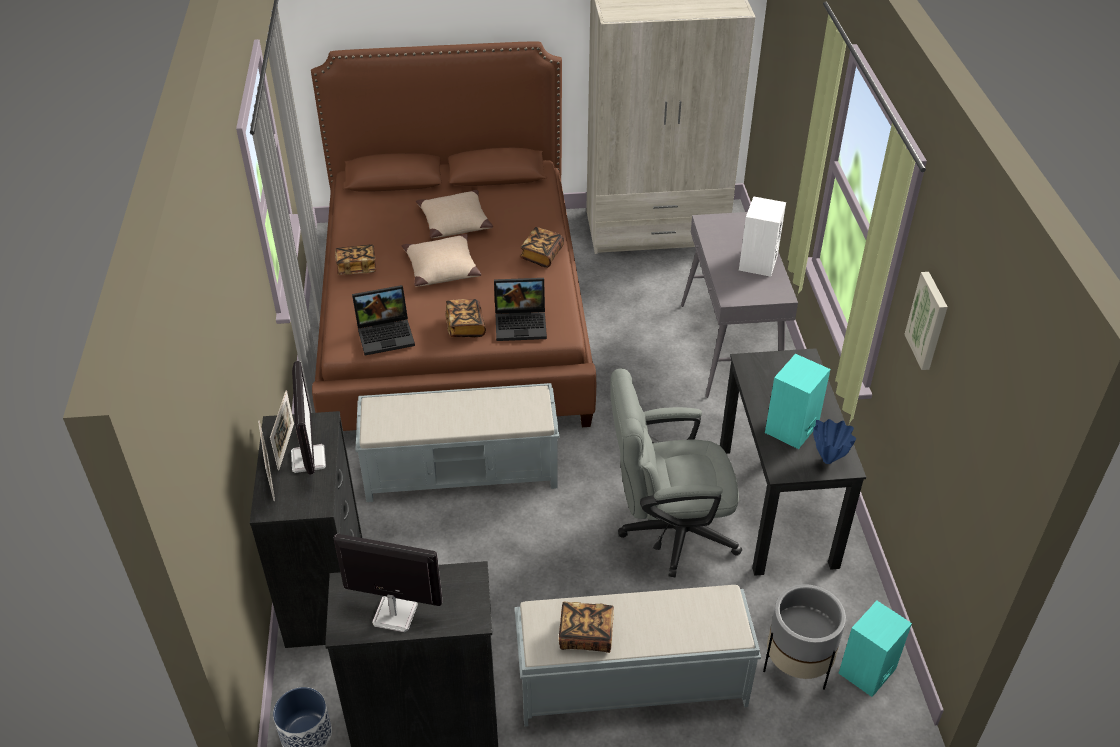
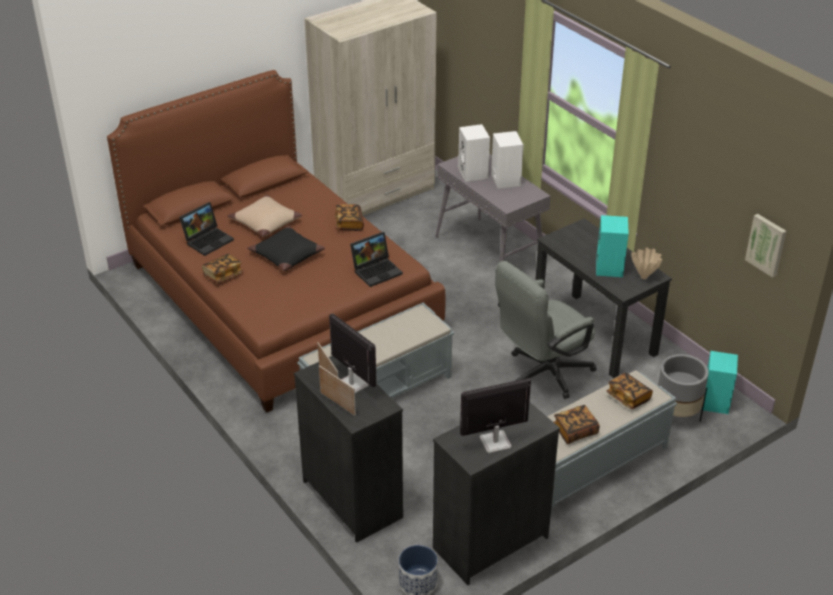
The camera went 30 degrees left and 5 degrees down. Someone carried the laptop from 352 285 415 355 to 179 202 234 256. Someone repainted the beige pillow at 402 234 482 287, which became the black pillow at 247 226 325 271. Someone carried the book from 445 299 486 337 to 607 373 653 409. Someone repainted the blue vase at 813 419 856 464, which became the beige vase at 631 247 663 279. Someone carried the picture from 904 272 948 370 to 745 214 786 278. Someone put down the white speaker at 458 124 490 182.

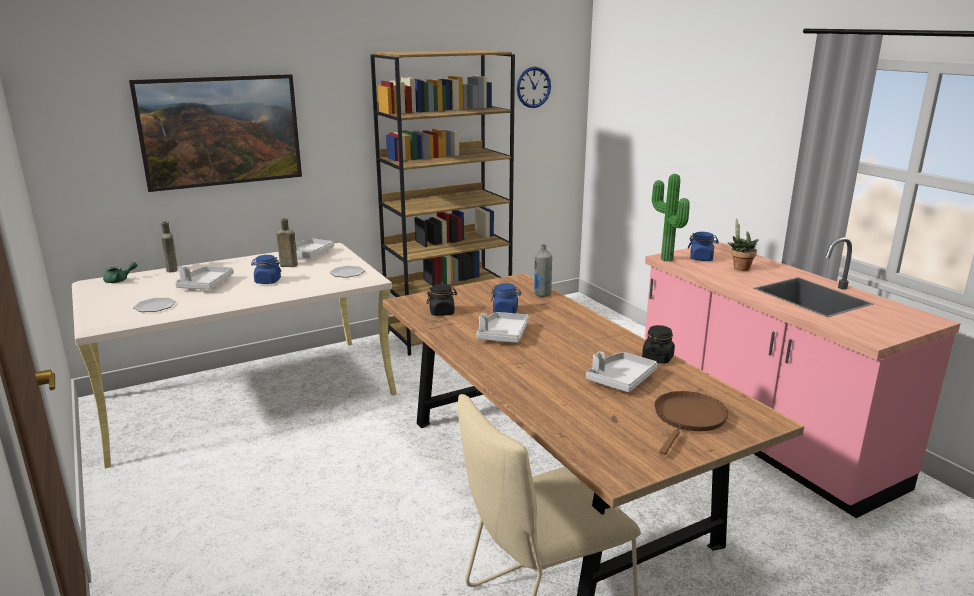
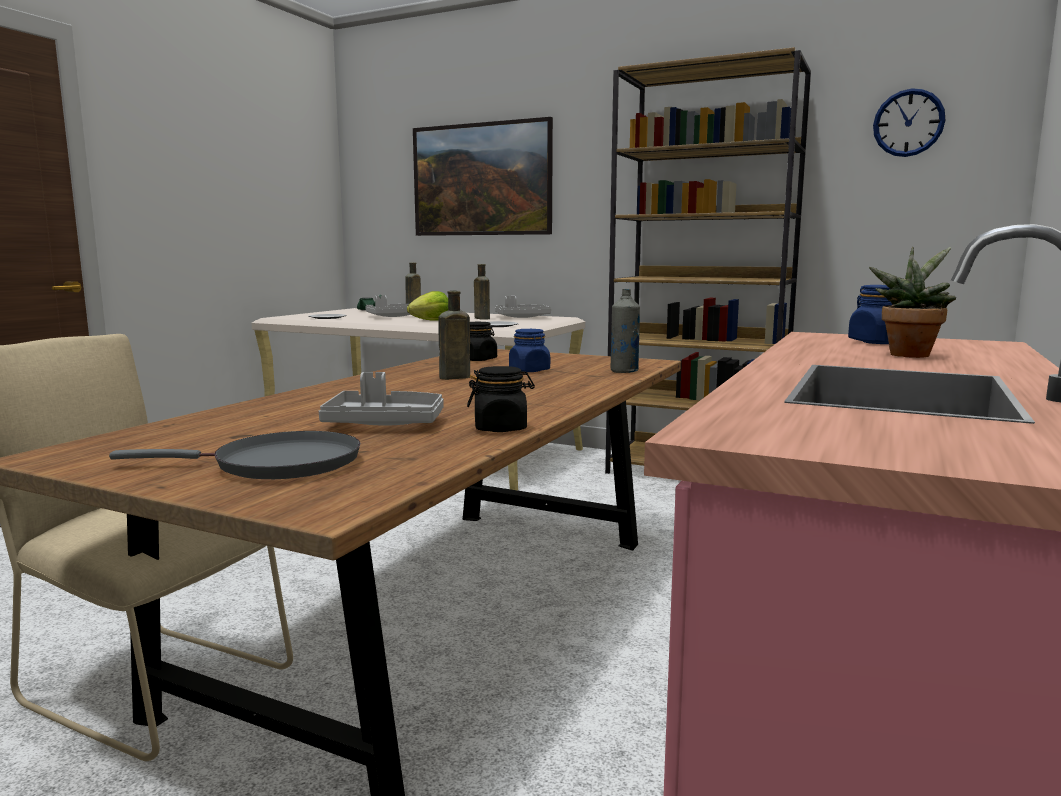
The camera went 55 degrees right and 10 degrees down. Someone swapped the blue jar at 251 255 281 284 for the lettuce at 407 291 448 321. Someone swapped the grey tray at 476 312 529 343 for the brown bottle at 438 291 470 380. Someone took away the potted plant at 652 174 690 261. Someone repainted the brown frying pan at 655 391 728 455, which became the grey frying pan at 109 431 360 479.

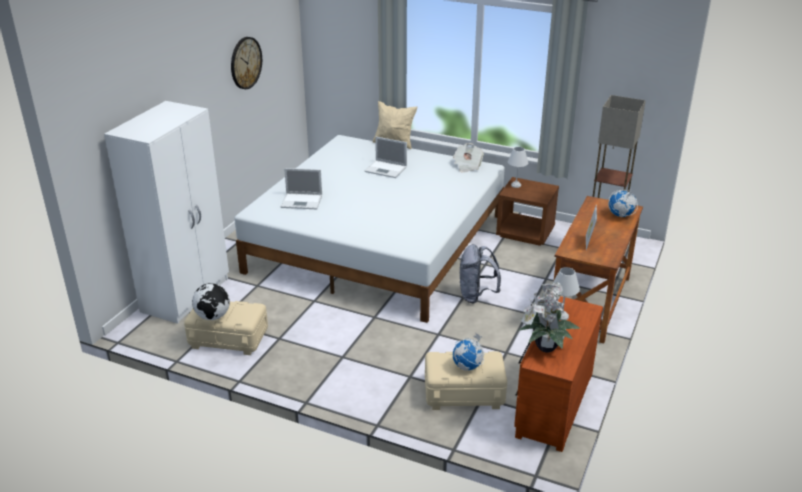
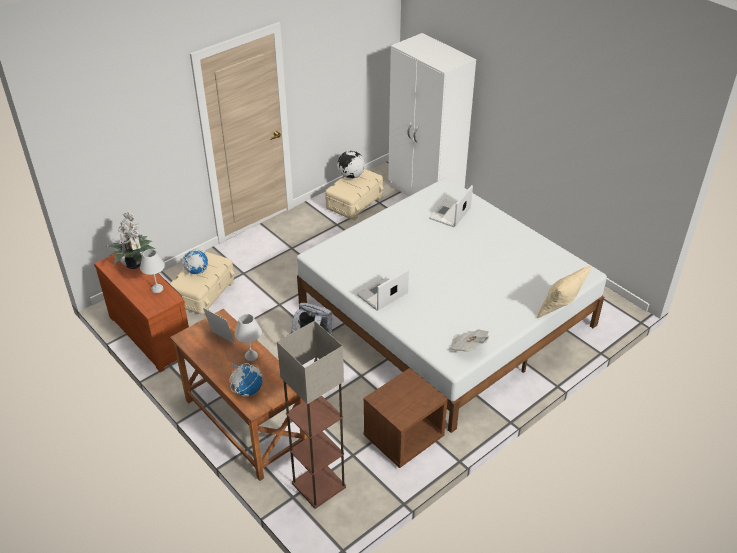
The camera went 115 degrees right and 10 degrees up. Someone took away the wall clock at 231 37 262 89. Someone carried the laptop from 365 137 407 178 to 357 269 409 311. Someone carried the white table lamp from 508 147 528 188 to 235 314 262 361.

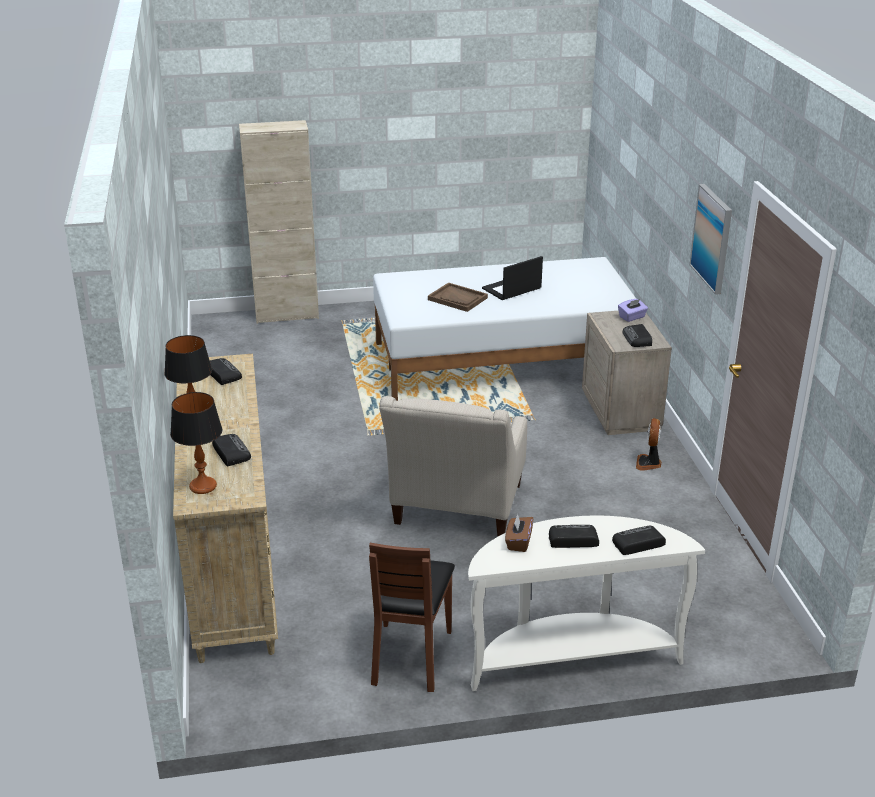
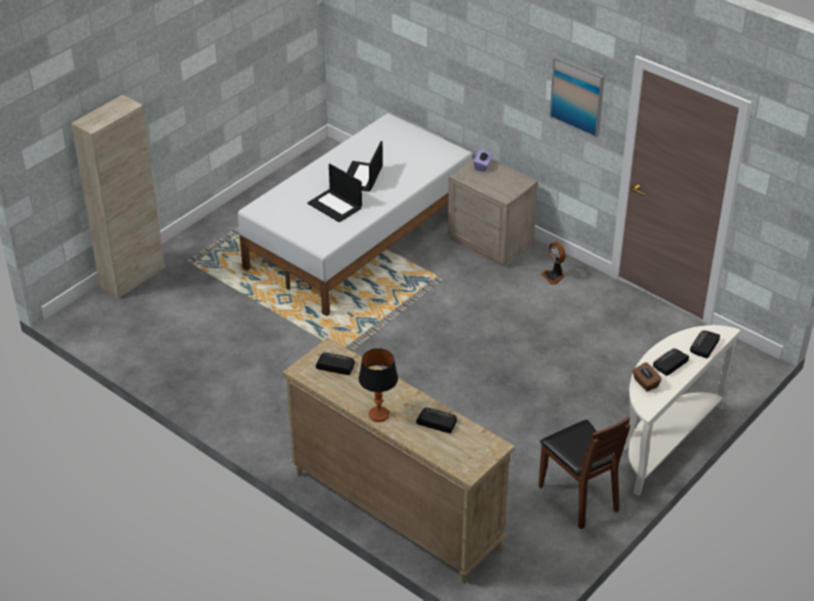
The camera went 40 degrees left and 10 degrees up. Someone took away the table lamp at 170 392 222 494. Someone took away the beige armchair at 379 396 527 537. Someone swapped the brown tray at 428 282 488 312 for the laptop at 308 164 362 222. Someone took away the radio at 622 324 652 347.

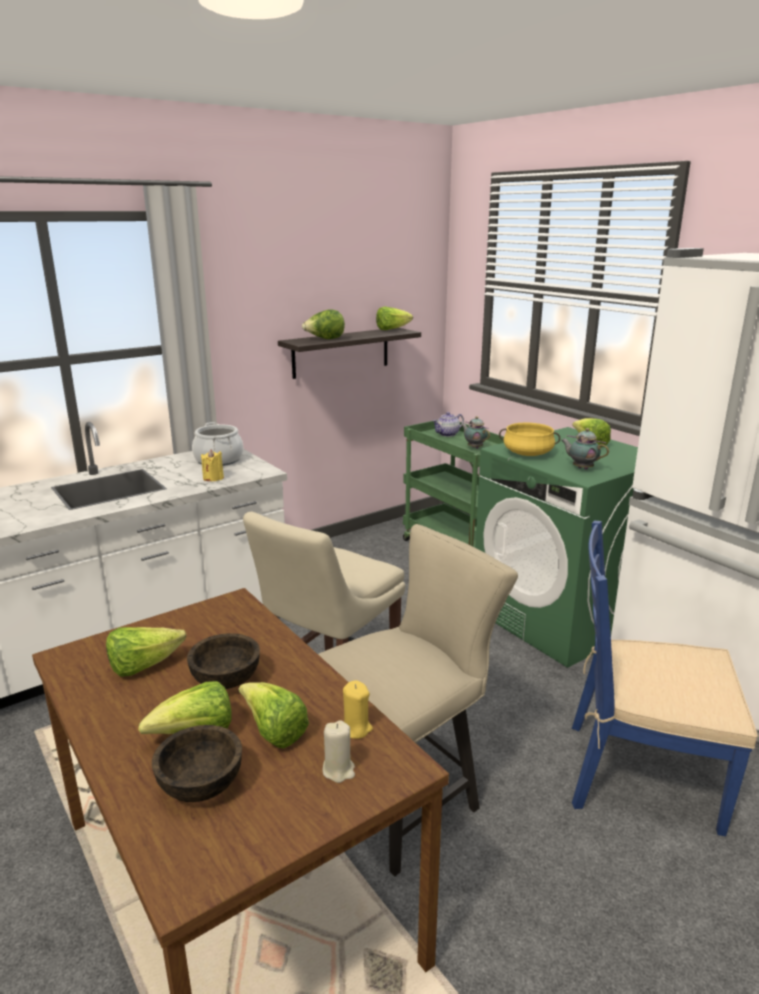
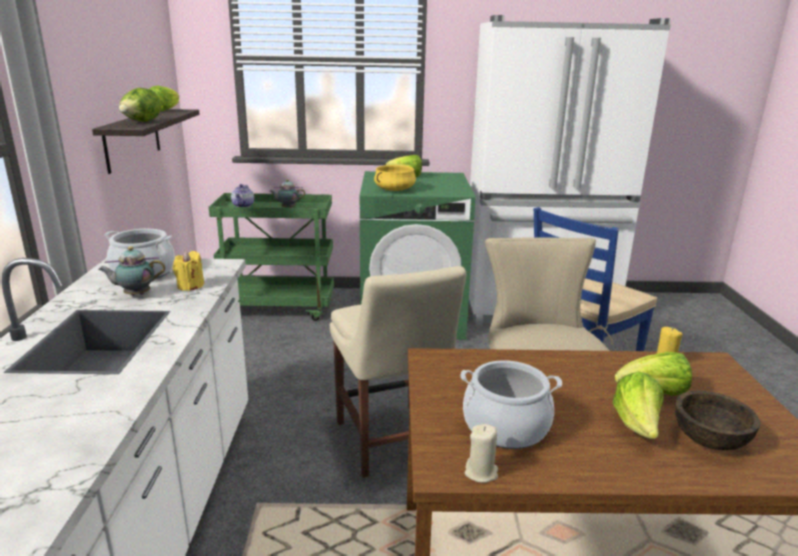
The camera went 55 degrees left and 0 degrees up. Someone swapped the lettuce at 106 627 186 677 for the cooking pot at 461 360 562 449. Someone took away the brown bowl at 187 633 260 689. Someone carried the beige candle from 323 720 355 783 to 465 424 498 483. Someone carried the teapot from 561 428 609 470 to 98 246 165 296.

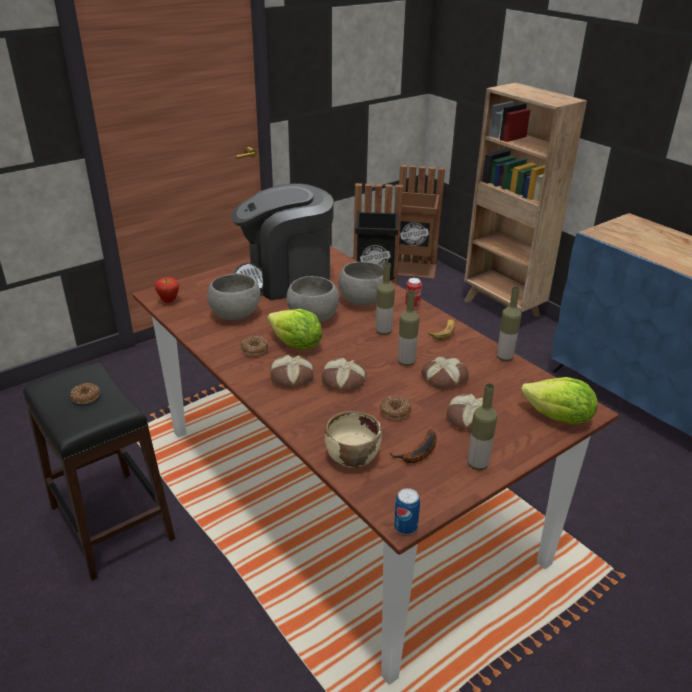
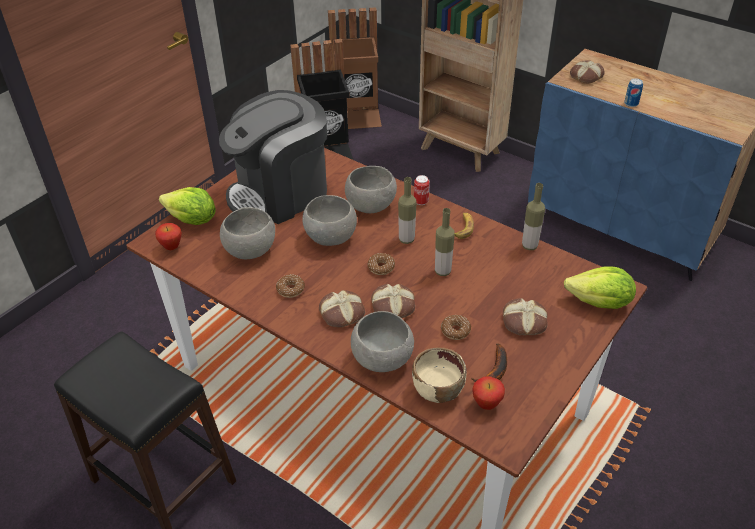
The camera went 15 degrees left and 10 degrees up. Someone carried the donut from 70 383 100 404 to 368 253 395 275. Someone carried the lettuce from 268 309 322 350 to 159 187 216 225. Someone carried the can from 394 488 420 535 to 624 78 643 107. Someone carried the bread from 421 356 469 389 to 570 61 605 84. Someone took away the bottle at 468 383 497 470. Someone put down the grey bowl at 351 311 414 372. Someone put down the apple at 472 377 505 410.

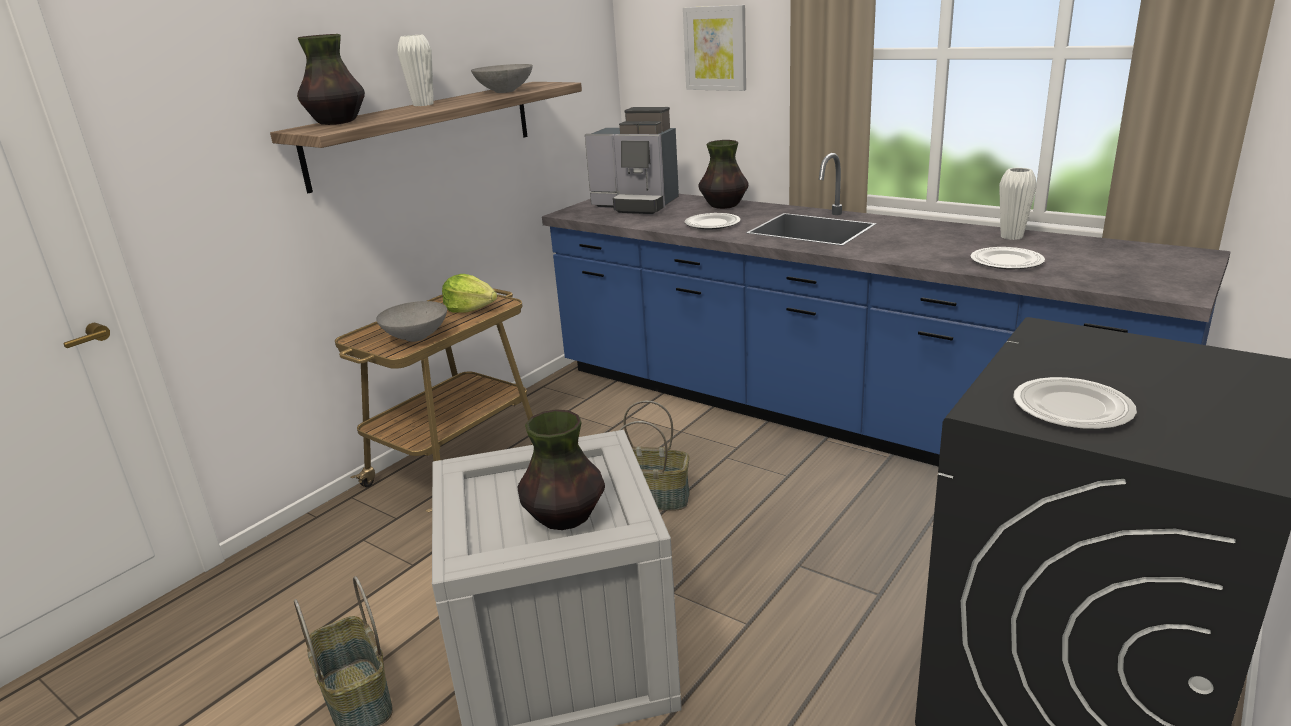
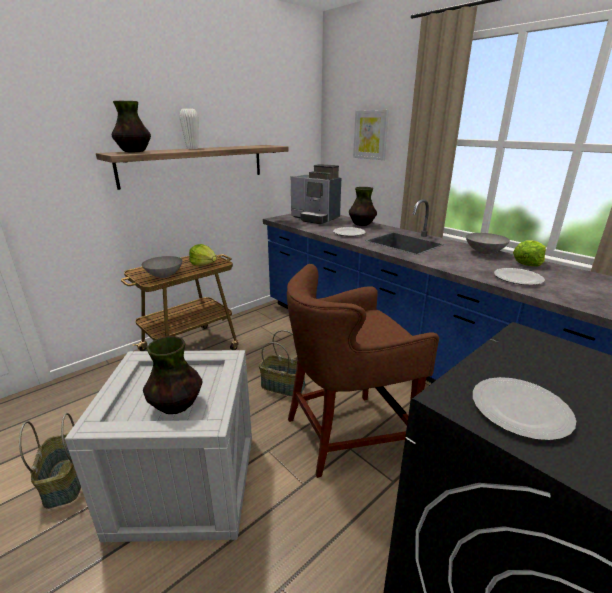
The camera went 10 degrees right and 0 degrees up. Someone carried the grey bowl from 471 64 533 93 to 466 233 510 255. Someone swapped the white vase at 999 168 1037 240 for the lettuce at 513 240 546 267. Someone put down the brown stool at 287 264 439 478.

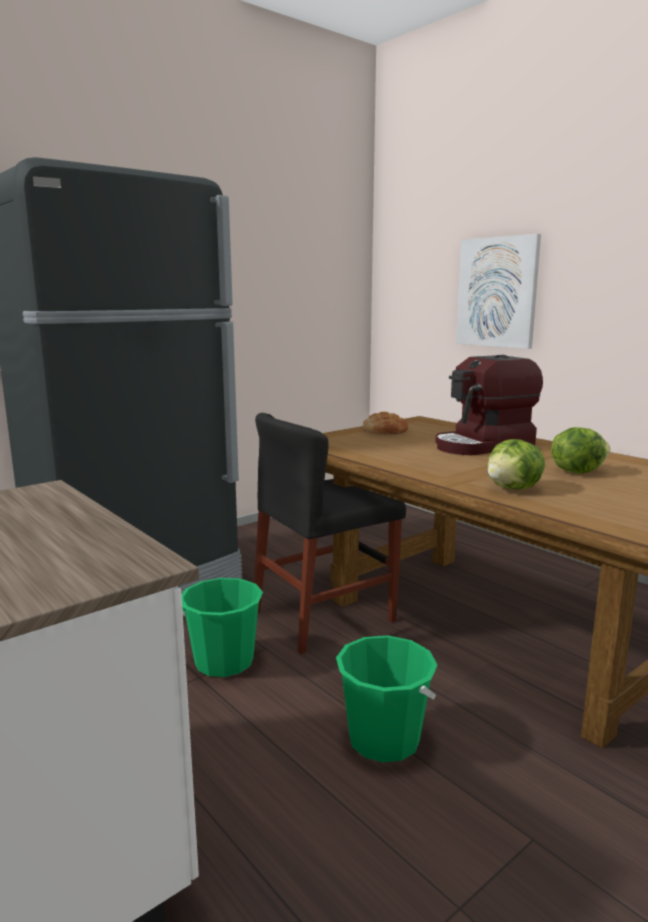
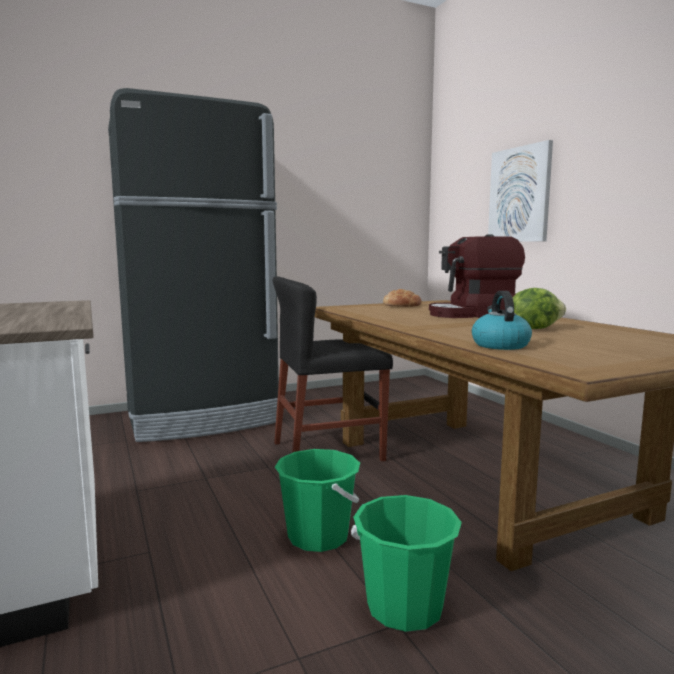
The camera went 15 degrees right and 5 degrees down. Someone carried the green bucket from 182 578 263 677 to 351 495 462 632. Someone took away the lettuce at 487 439 545 489. Someone put down the kettle at 472 291 532 350.

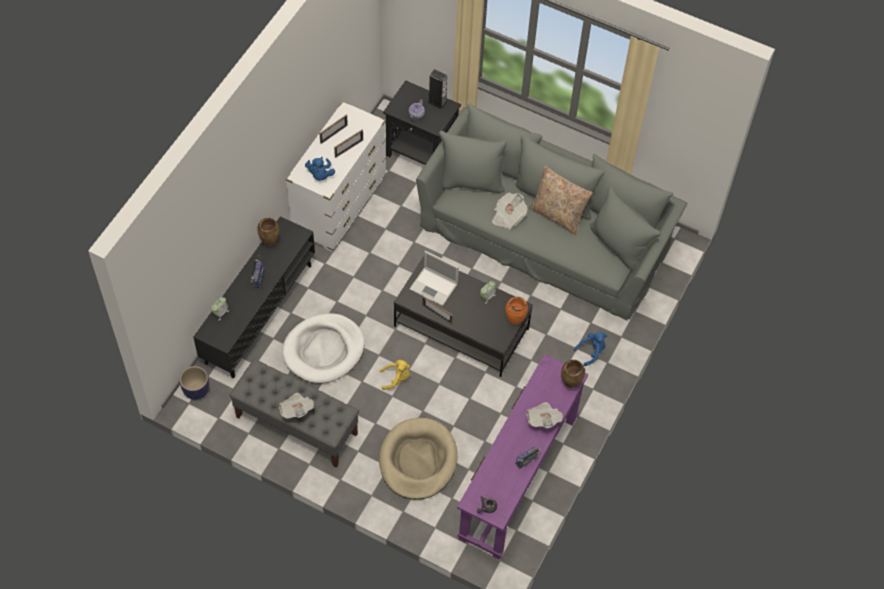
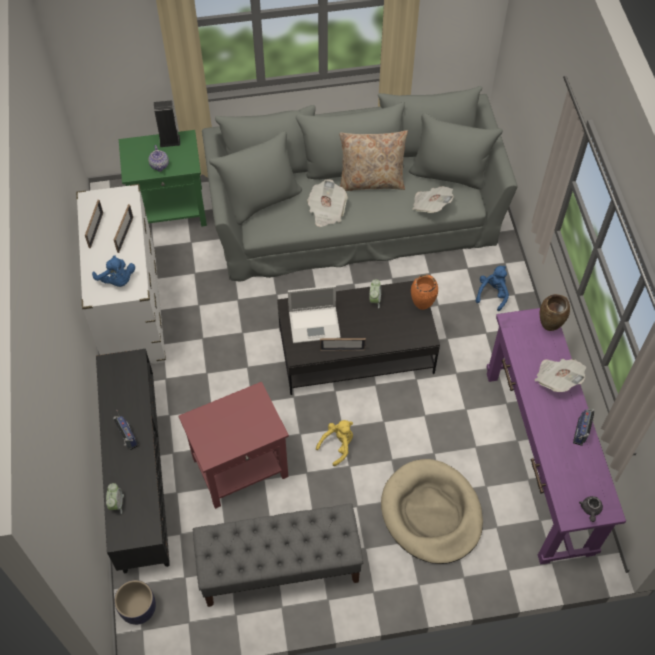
The camera went 35 degrees left and 0 degrees up. Someone took away the brown vase at 257 218 280 246. Someone carried the newspaper from 279 393 314 419 to 412 186 453 213. Someone swapped the white dog bed at 282 313 365 383 for the red side table at 179 382 289 509. Someone repainted the black side table at 383 80 461 165, which became the green side table at 119 130 207 227.

